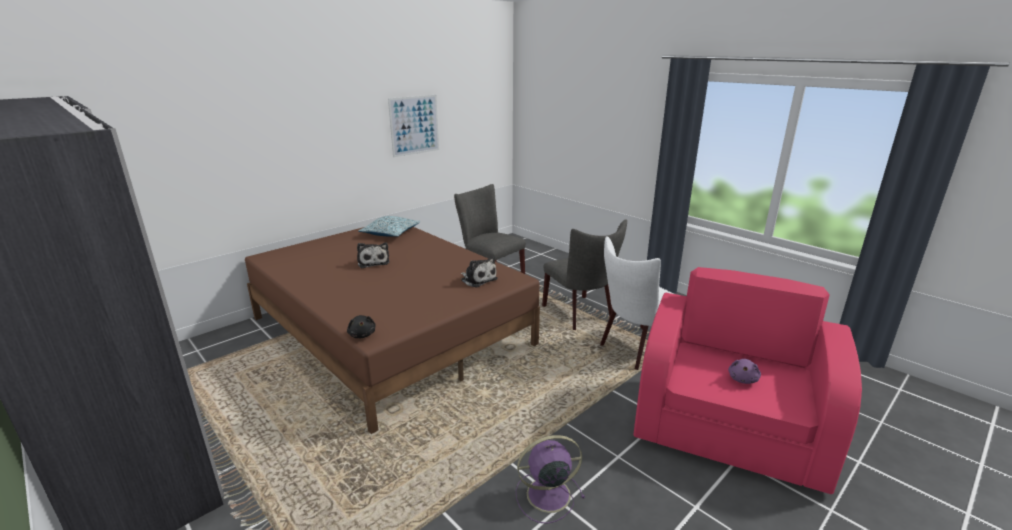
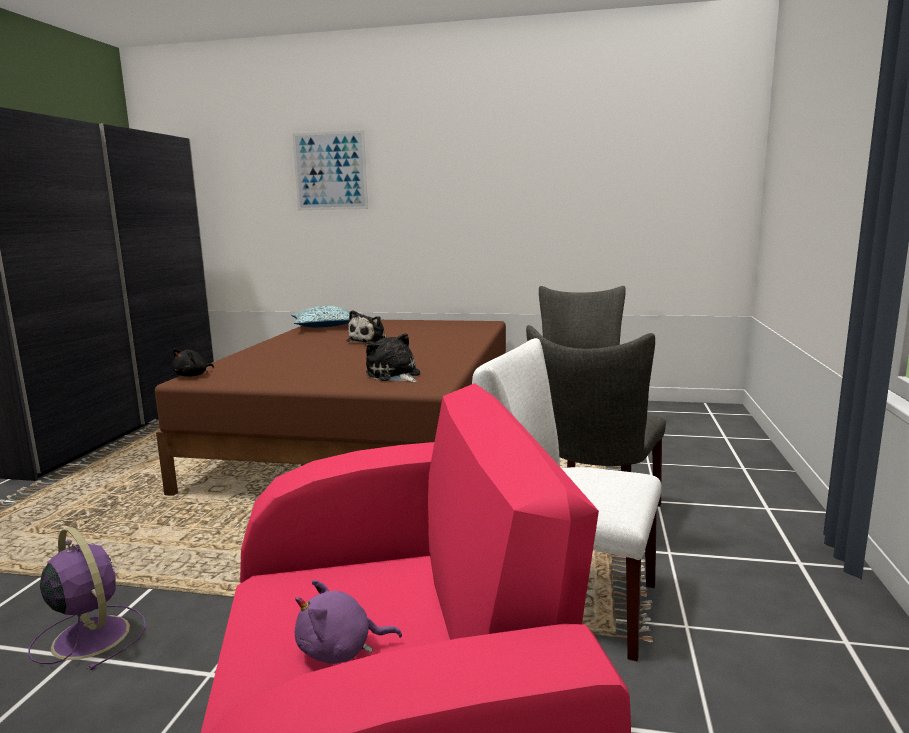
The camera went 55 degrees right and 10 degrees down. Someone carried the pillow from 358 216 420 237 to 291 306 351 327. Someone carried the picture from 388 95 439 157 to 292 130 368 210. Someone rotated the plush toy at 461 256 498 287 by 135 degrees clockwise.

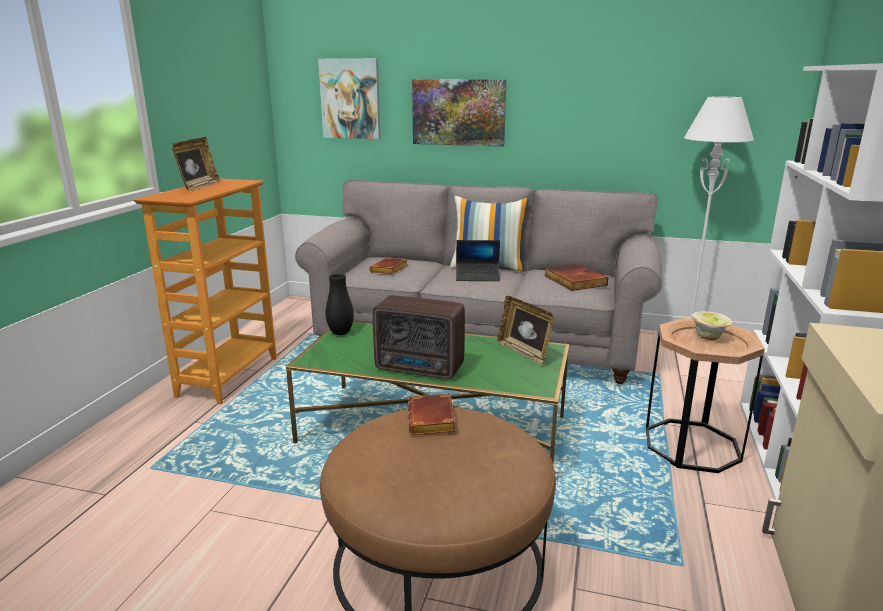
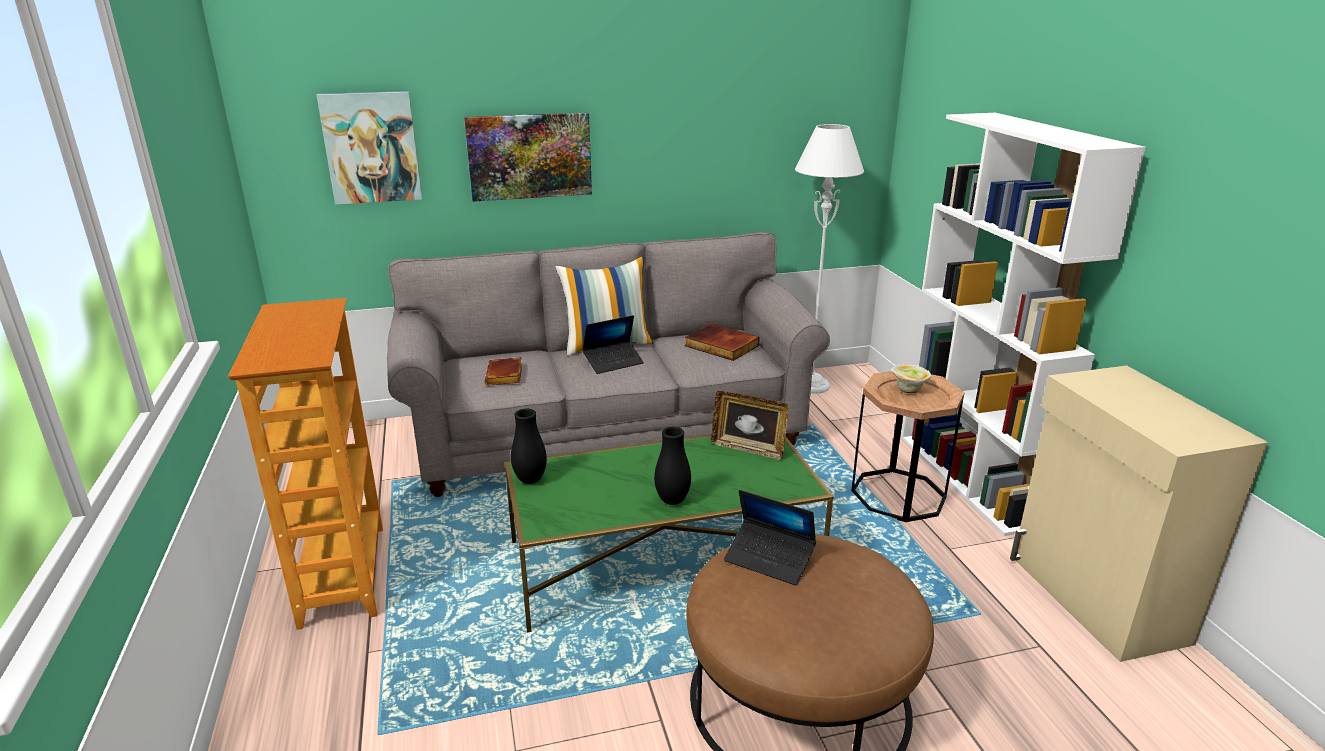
The camera went 30 degrees left and 5 degrees up. Someone took away the picture frame at 172 137 221 191. Someone swapped the radio at 373 295 465 379 for the black vase at 654 427 691 505. Someone swapped the brown book at 408 393 456 435 for the laptop at 724 490 816 586.

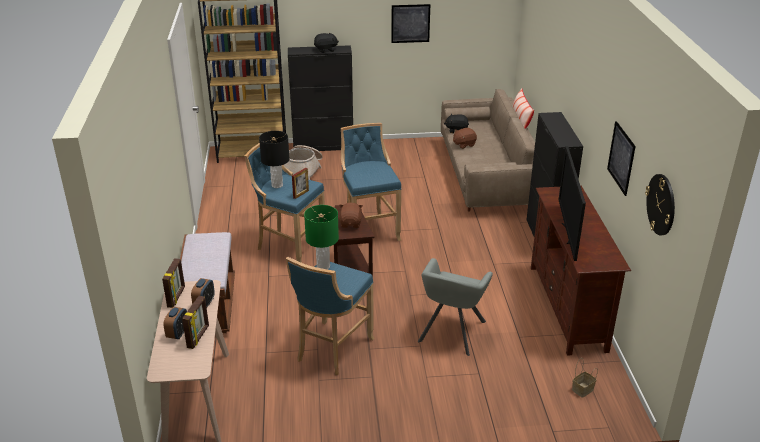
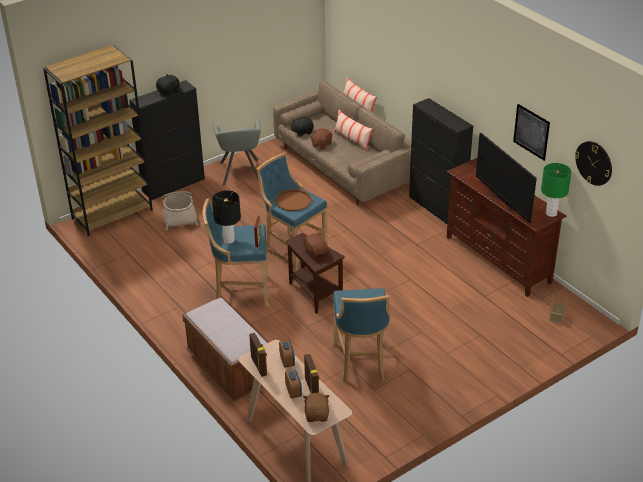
The camera went 30 degrees left and 5 degrees up. Someone carried the green table lamp from 304 205 339 270 to 541 163 572 217. Someone took away the picture at 391 4 430 43. Someone carried the grey armchair from 418 258 493 356 to 213 120 261 186. Someone put down the brown tray at 275 189 312 211. Someone put down the brown plush toy at 303 393 330 422. Someone put down the pillow at 333 110 373 151.

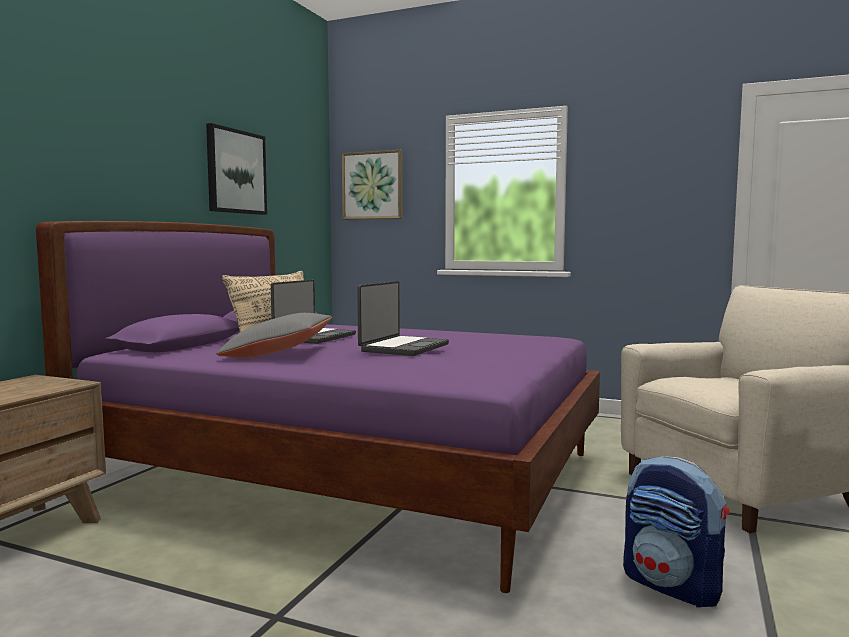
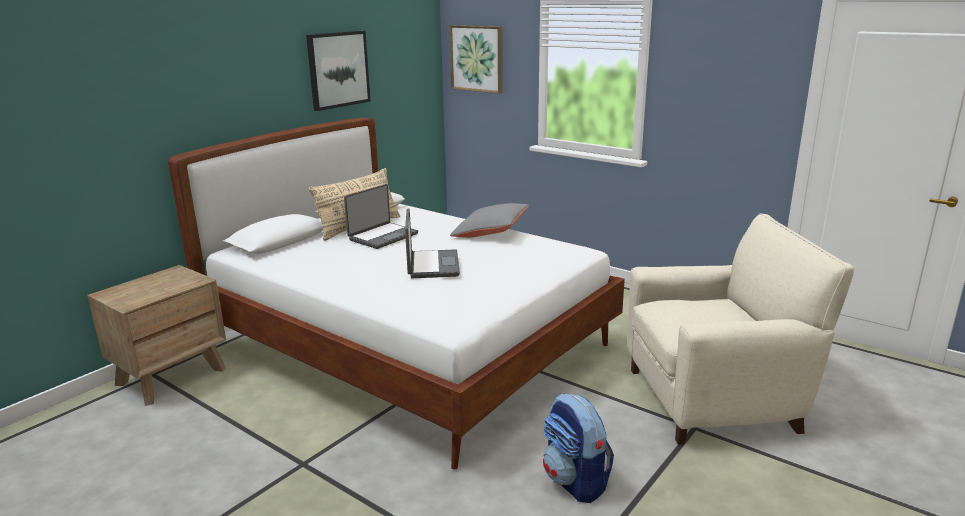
The camera went 15 degrees right and 15 degrees up. Someone repainted the purple bed at 36 221 600 593, which became the white bed at 168 117 625 470. Someone carried the grey pillow from 216 313 332 358 to 450 203 529 238. Someone rotated the laptop at 357 281 449 356 by 45 degrees counterclockwise.

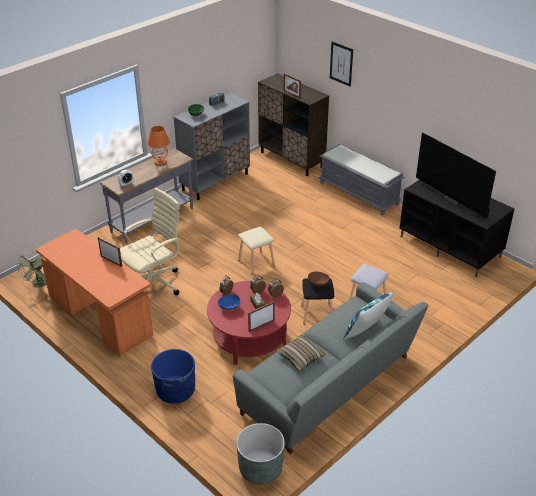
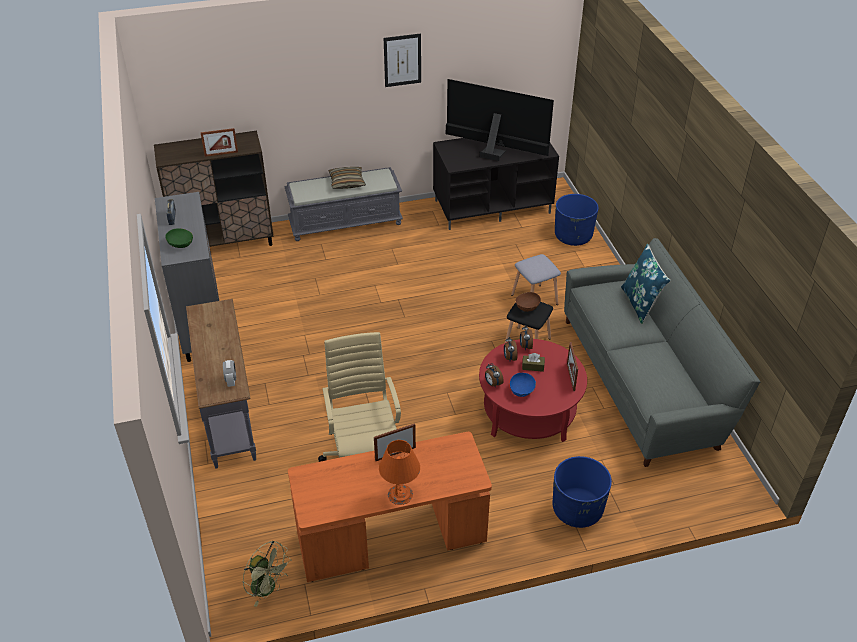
The camera went 60 degrees left and 5 degrees up. Someone carried the orange table lamp from 147 126 170 167 to 379 440 420 505. Someone took away the grey planter at 236 423 285 485. Someone took away the beige stool at 238 227 275 275. Someone carried the pillow from 277 335 326 371 to 329 167 366 189. Someone carried the picture from 330 42 353 87 to 384 33 421 87. Someone rotated the television at 416 132 496 218 by 150 degrees counterclockwise. Someone put down the blue planter at 555 194 598 246.

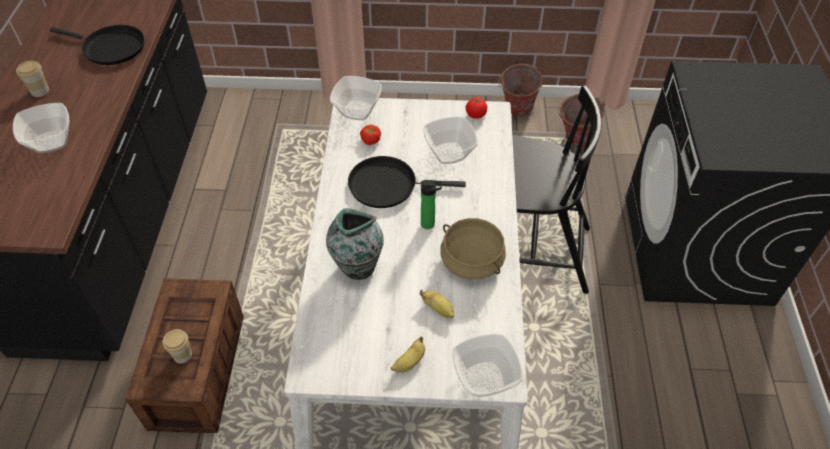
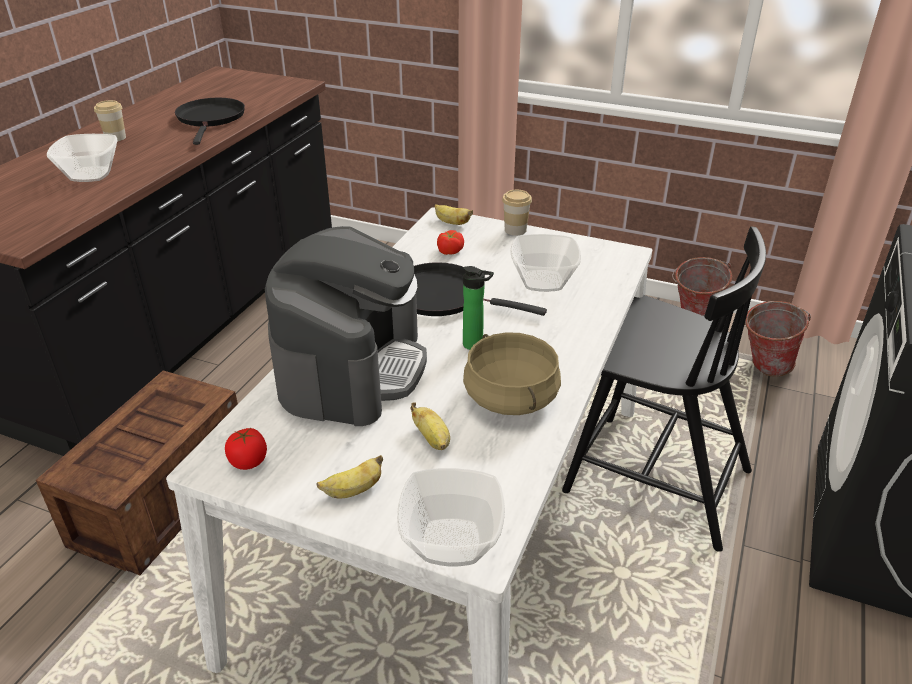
The camera went 20 degrees right and 15 degrees down. Someone rotated the black frying pan at 50 25 144 65 by 135 degrees counterclockwise. Someone carried the cup from 163 329 192 363 to 502 190 532 236. Someone swapped the vase at 326 208 384 280 for the coffee machine at 265 226 427 426. Someone swapped the bowl at 330 76 382 120 for the banana at 435 204 473 225. Someone carried the tomato from 466 97 487 119 to 225 428 267 470.

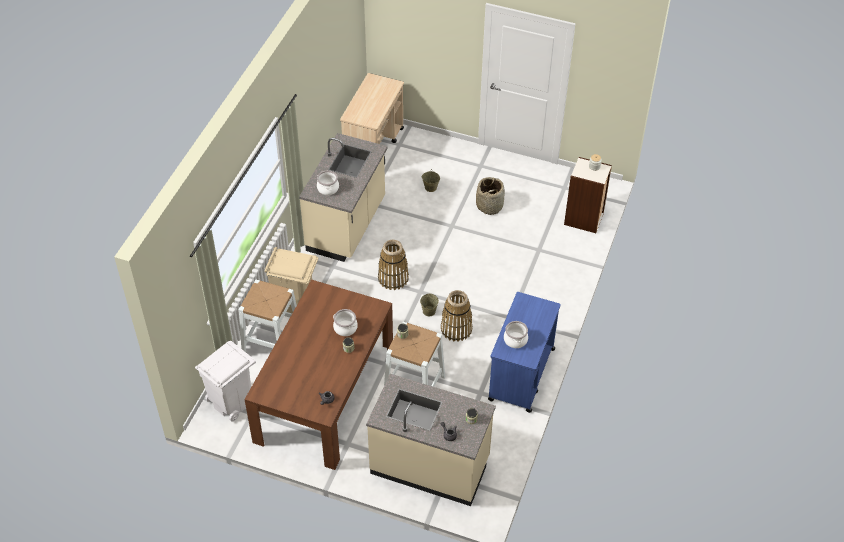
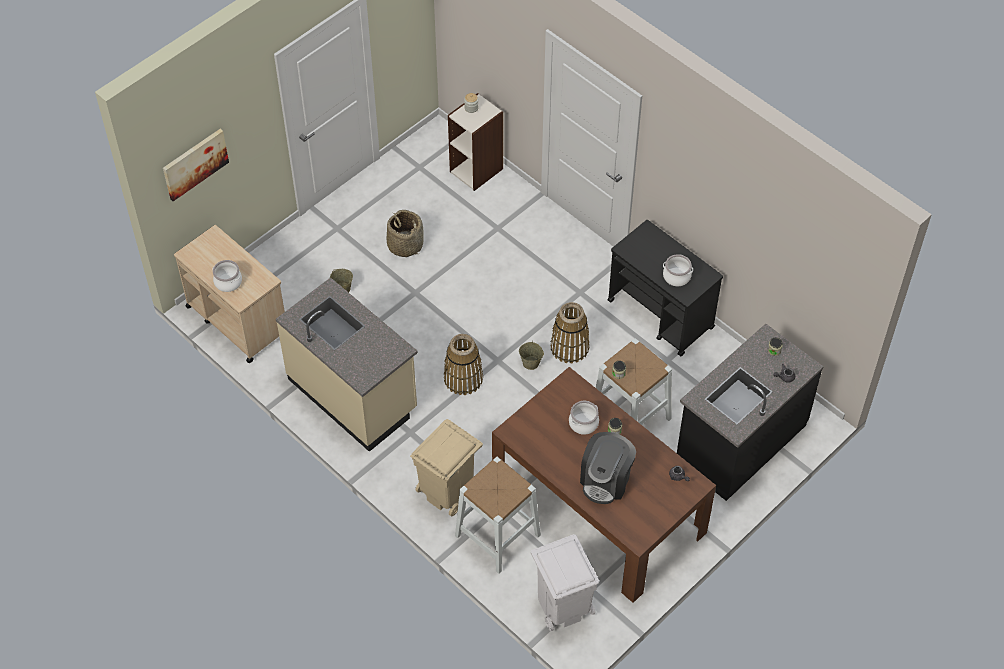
The camera went 65 degrees left and 5 degrees up. Someone carried the cooking pot from 317 170 339 195 to 212 260 242 292. Someone repainted the beige counter at 366 374 496 506, which became the black counter at 677 324 824 501. Someone repainted the blue cart at 488 292 561 413, which became the black cart at 608 220 723 356. Someone put up the picture at 163 129 229 201. Someone put down the coffee machine at 580 432 636 504.

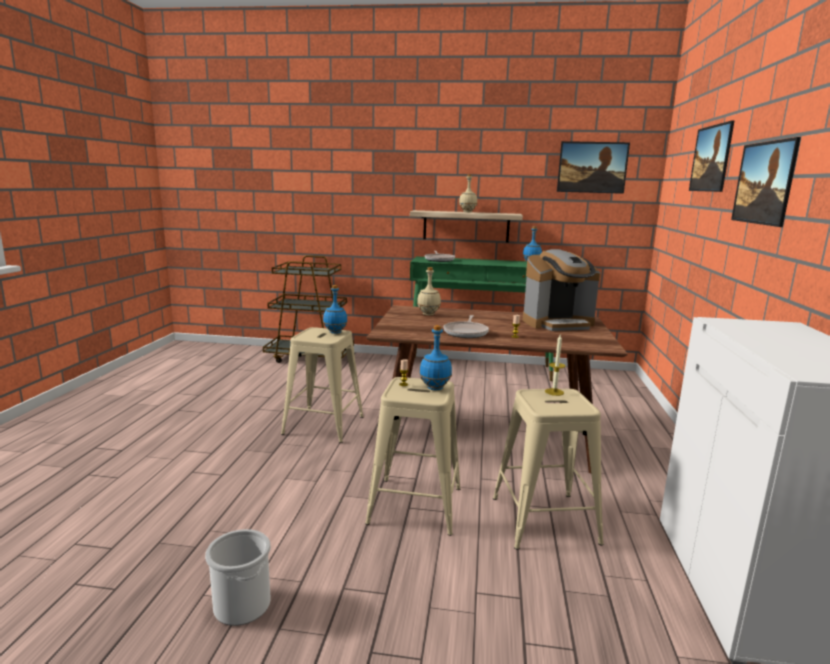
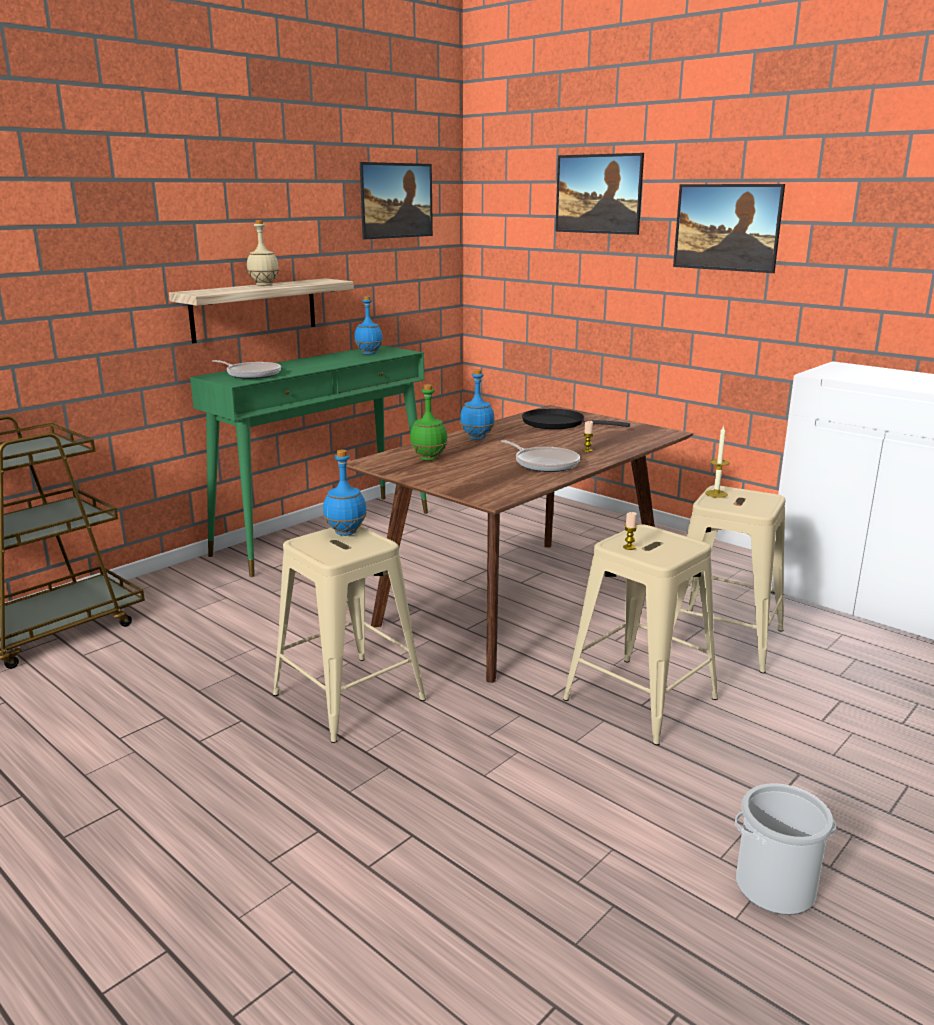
The camera went 55 degrees left and 5 degrees up. Someone repainted the beige bottle at 417 267 441 315, which became the green bottle at 410 384 448 461. Someone carried the blue bottle from 419 325 452 390 to 460 369 495 440. Someone swapped the coffee machine at 523 249 600 331 for the black frying pan at 522 409 630 429.

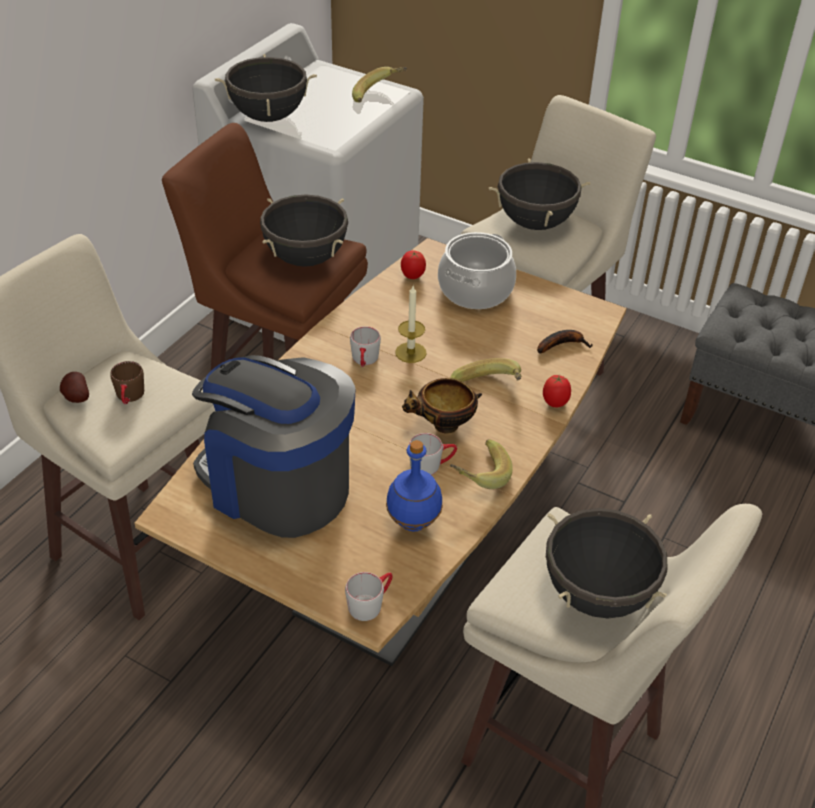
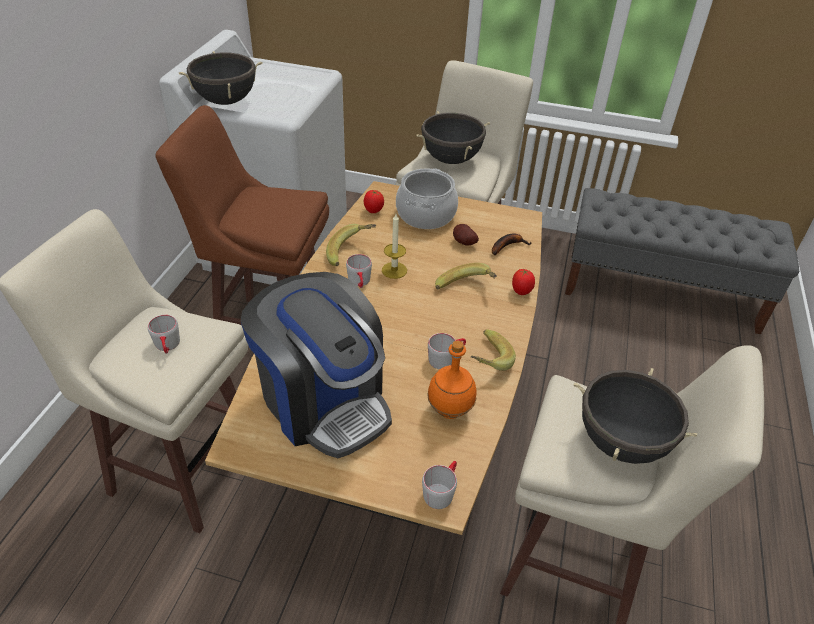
The camera went 15 degrees left and 0 degrees up. Someone carried the potato from 60 372 89 403 to 453 224 479 246. Someone repainted the brown mug at 110 361 144 405, which became the grey mug at 148 315 180 354. Someone rotated the coffee machine at 192 355 355 538 by 150 degrees counterclockwise. Someone took away the black cooking pot at 260 195 348 267. Someone carried the banana from 352 67 407 103 to 326 224 376 266. Someone repainted the blue bottle at 386 440 443 532, which became the orange bottle at 427 341 477 419. Someone took away the bowl at 402 378 482 434.

